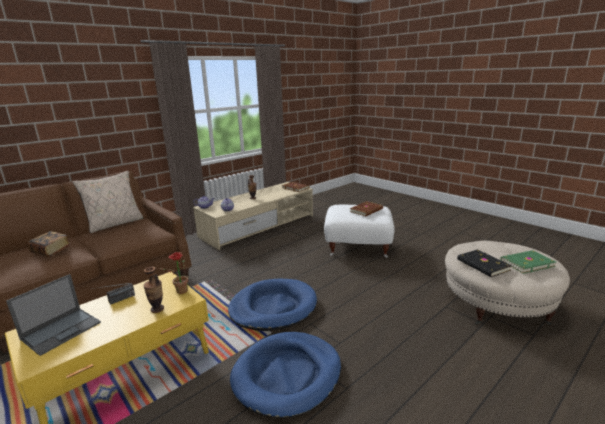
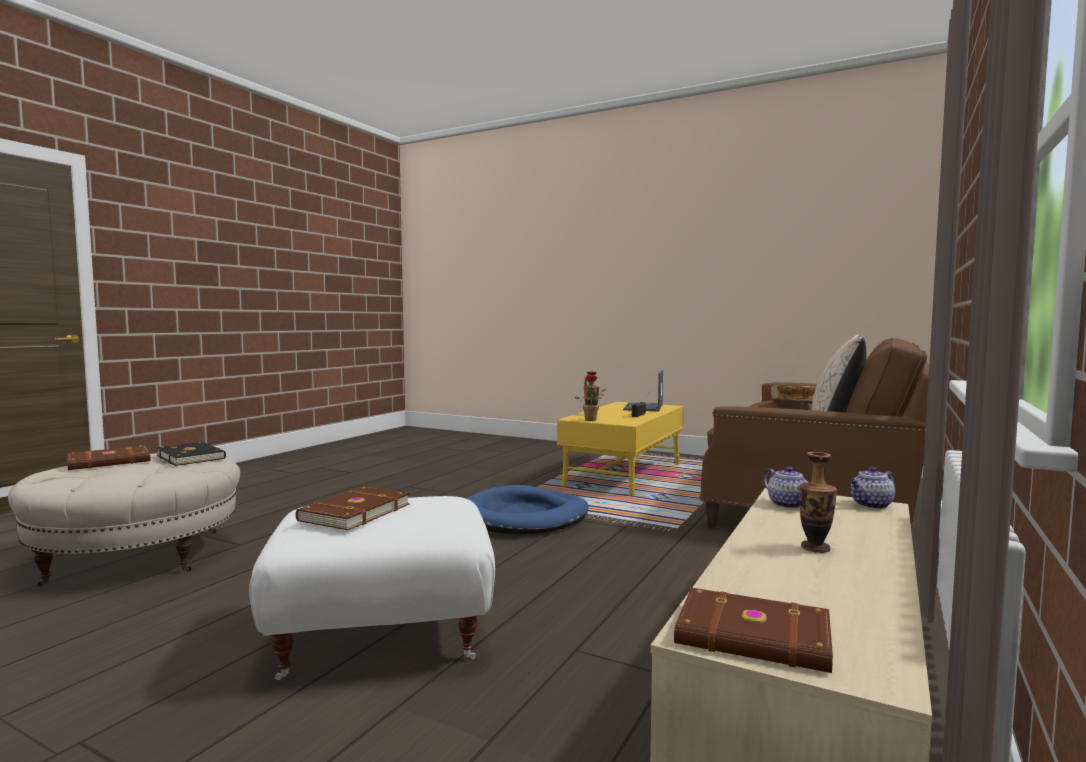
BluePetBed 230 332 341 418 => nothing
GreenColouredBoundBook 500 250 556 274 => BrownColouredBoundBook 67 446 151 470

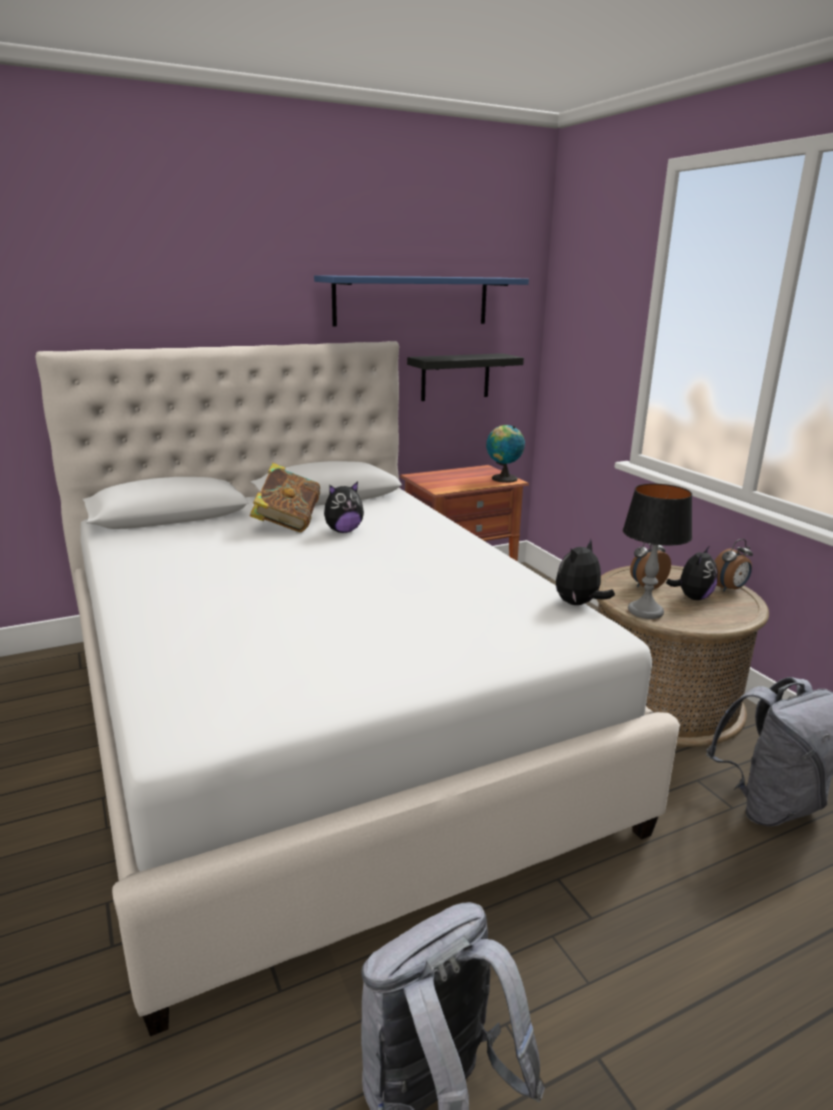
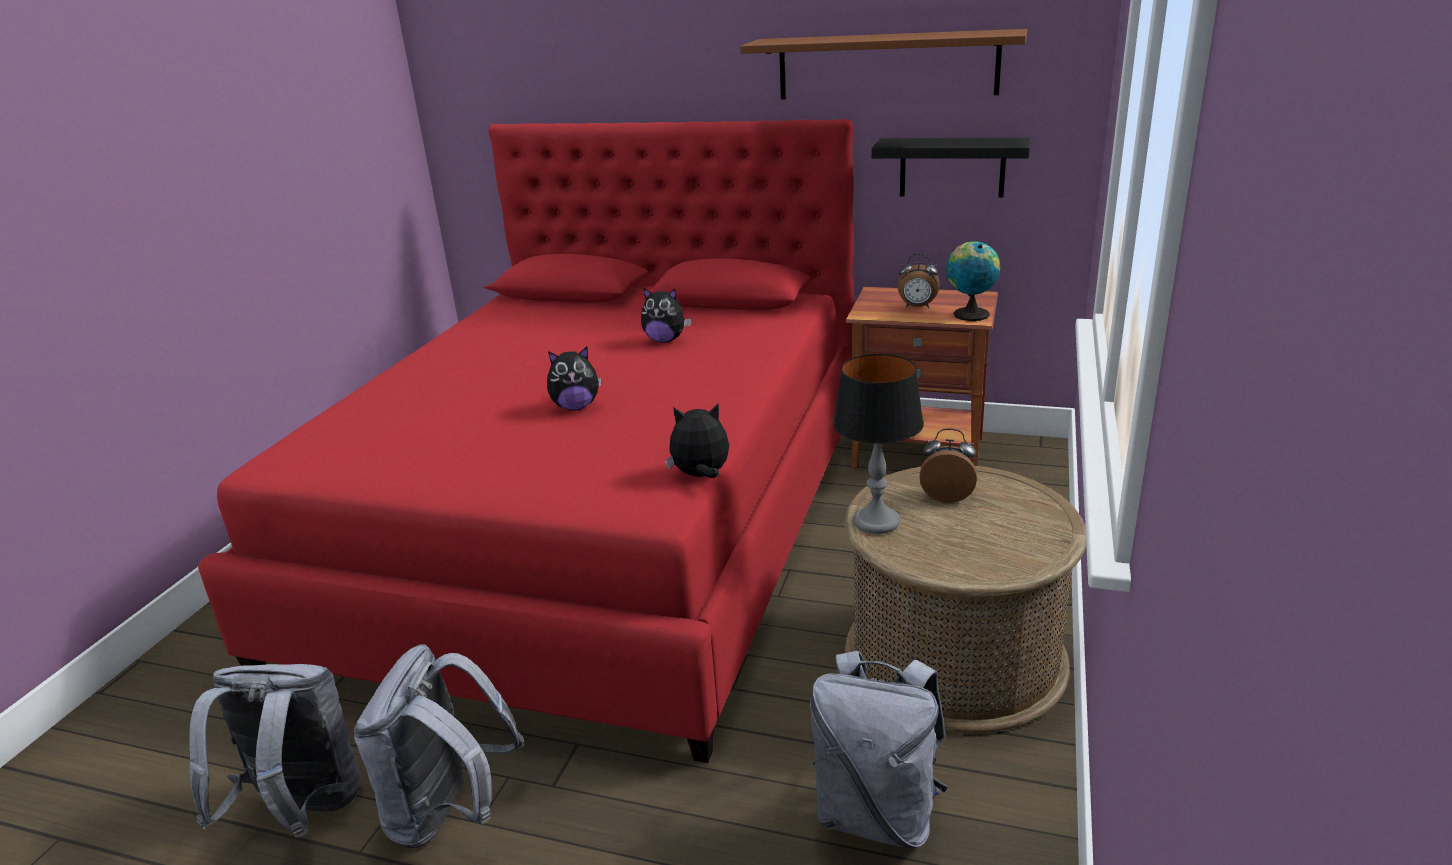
WhiteBedroomBed 36 341 680 1037 => RedBedroomBed 198 119 854 763
BoundBook 250 463 320 532 => nothing
BlueShelf 314 275 529 327 => BrownColouredShelf 740 29 1027 99
CuddlyToy 666 546 718 600 => CuddlyToy 547 347 602 410, moved
AlarmClock 715 539 753 592 => AlarmClock 897 254 940 308, moved
nothing => GreyishBackpack 354 644 524 849

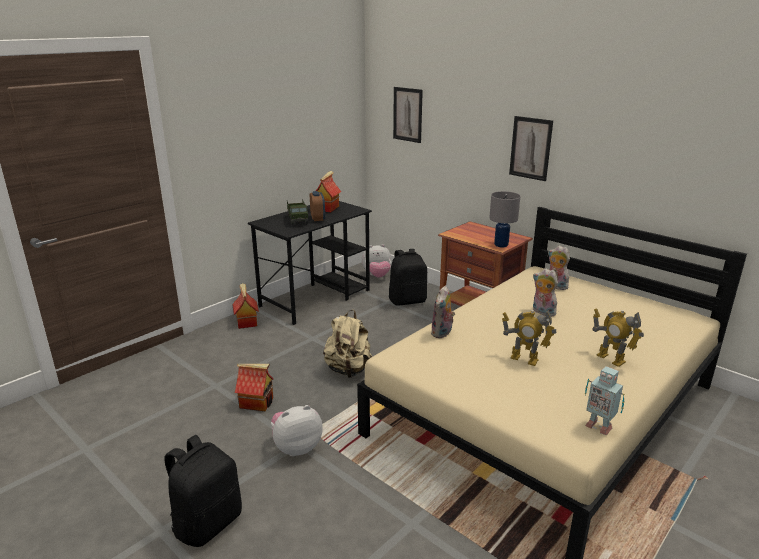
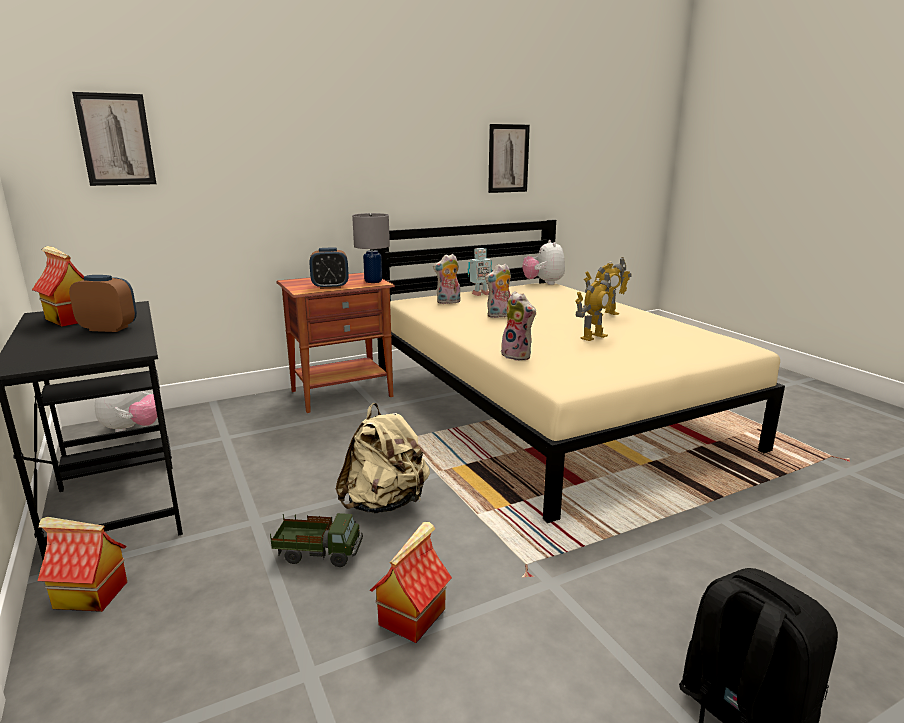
CuddlyToy 271 405 322 457 => CuddlyToy 522 240 565 285, moved
ToyTruck 287 199 309 225 => ToyTruck 270 513 363 567, moved
BlackishBackpack 389 249 427 306 => nothing
WallArt 509 116 553 181 => WallArt 488 124 530 193, moved
RobotFigure 585 366 625 435 => RobotFigure 468 248 492 296, moved
nothing => AlarmClock 310 248 349 289

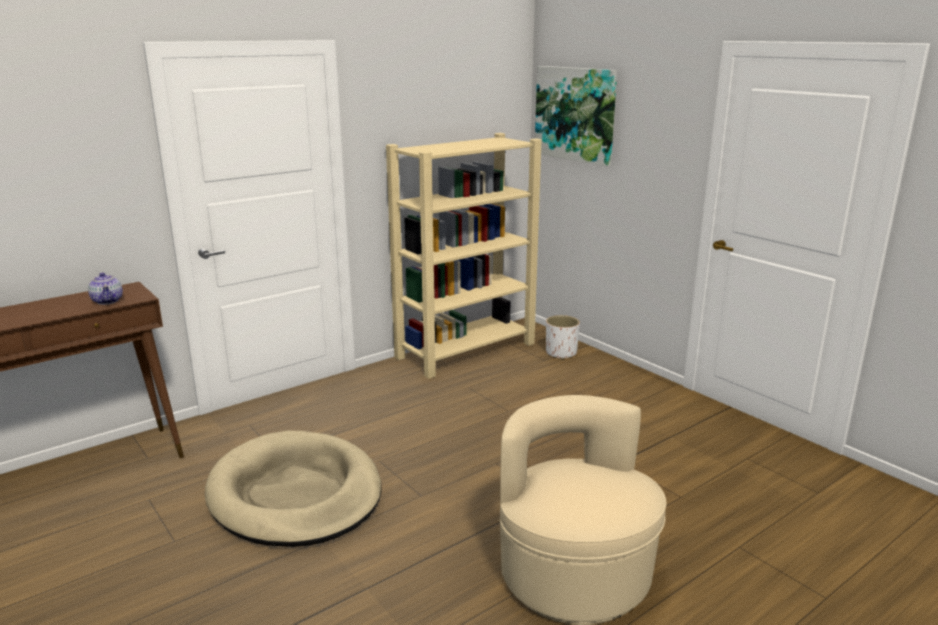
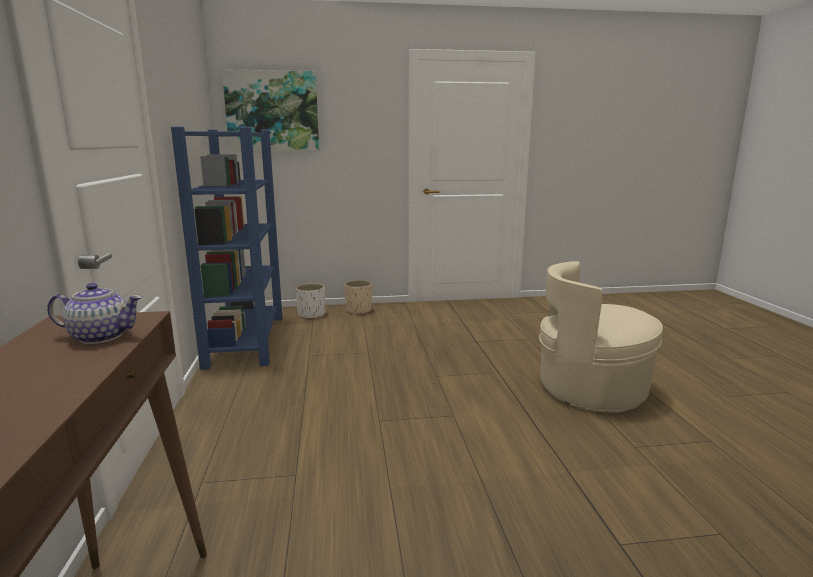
BeigeColouredPetBed 205 430 381 547 => nothing
BeigeColouredBookcase 386 133 542 379 => BlueBookcase 171 126 283 370
nothing => BeigeColouredPlantPot 344 280 372 315

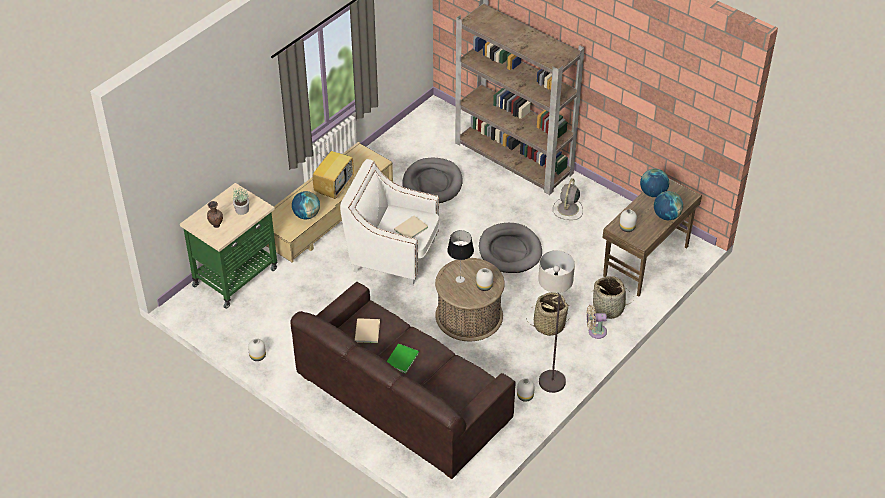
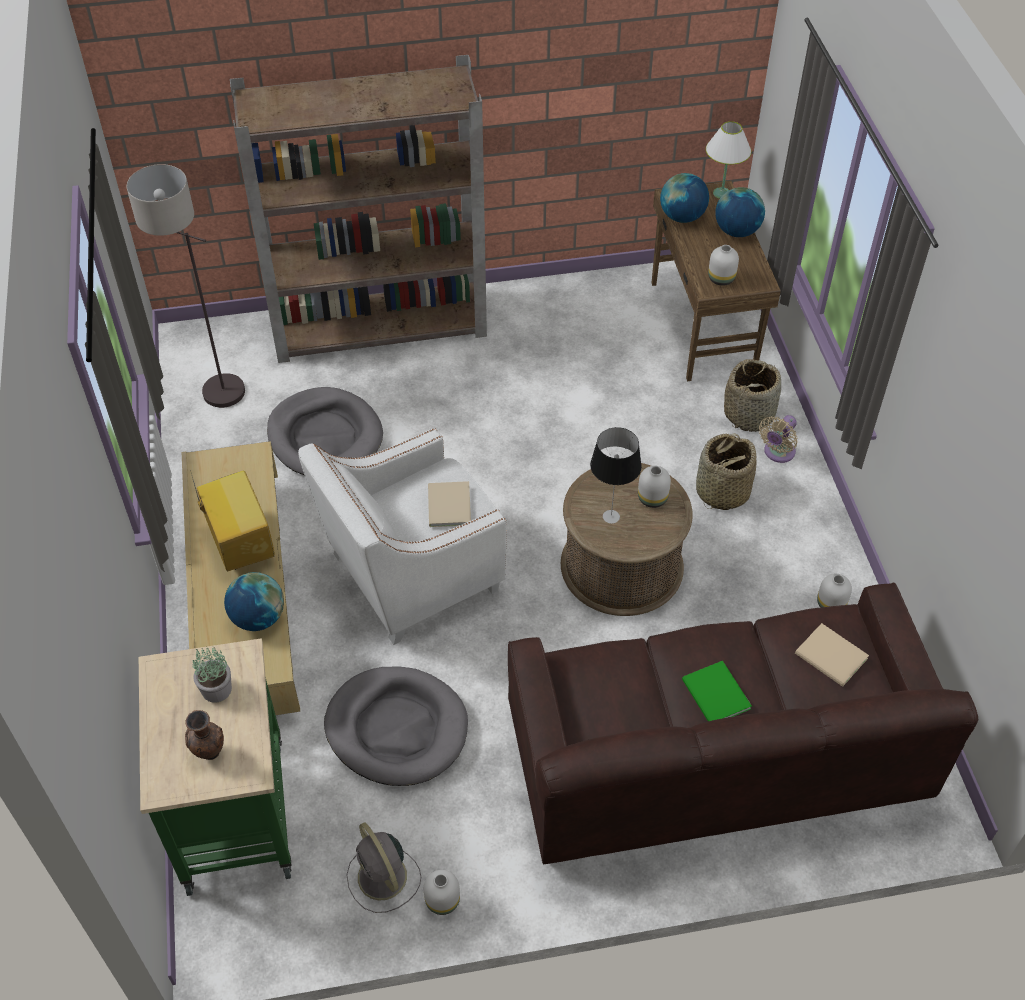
BeigeColouredBoundBook 355 318 380 343 => BeigeColouredBoundBook 795 623 869 687, moved
GreyishPetBed 479 223 542 273 => GreyishPetBed 324 666 468 786, moved
GreyishFloorLamp 538 250 575 393 => GreyishFloorLamp 127 164 245 408, moved
GreyishFan 553 178 583 220 => GreyishFan 347 822 421 913, moved
nothing => WhiteTabletopLamp 706 121 751 199

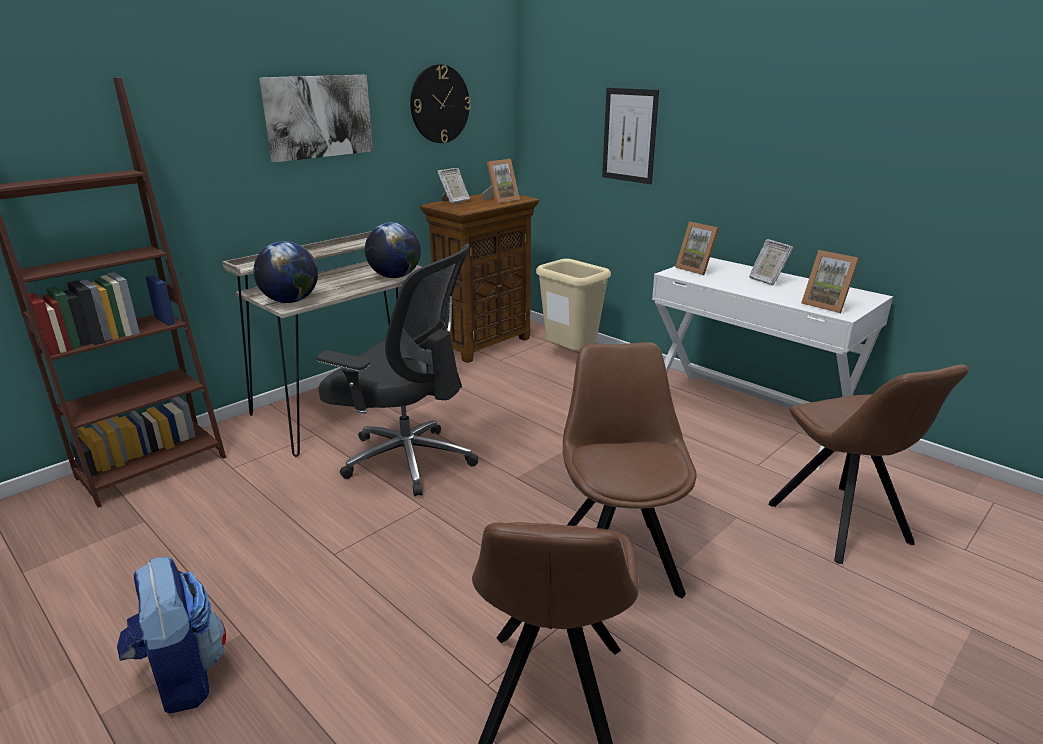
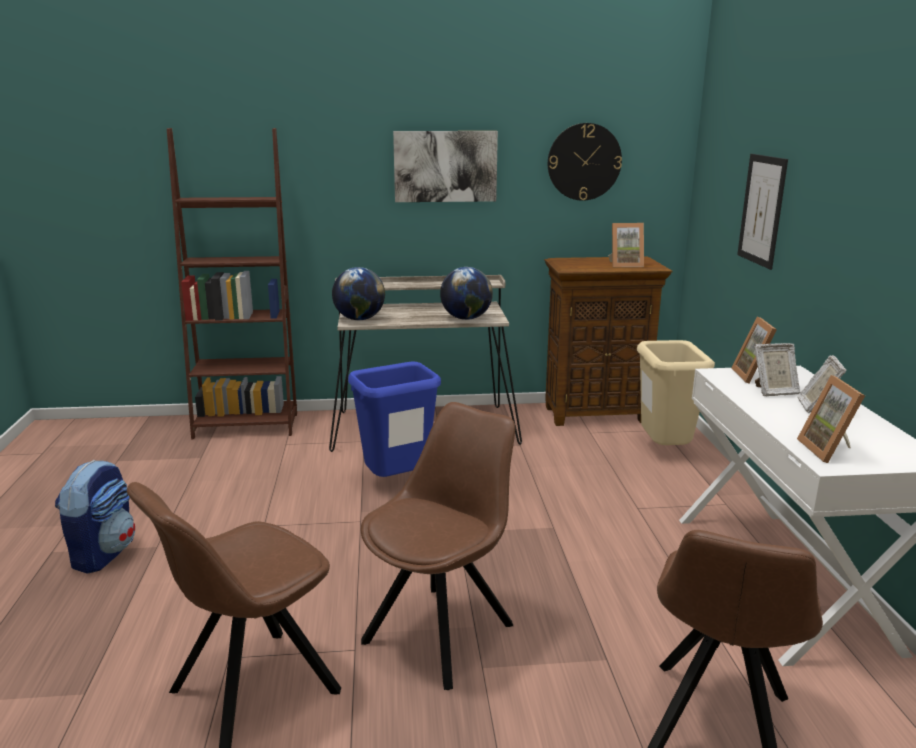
OfficeChair 316 244 478 496 => BlueWasteBin 348 362 441 477
PictureFrame 437 168 470 204 => PictureFrame 754 343 800 396, moved

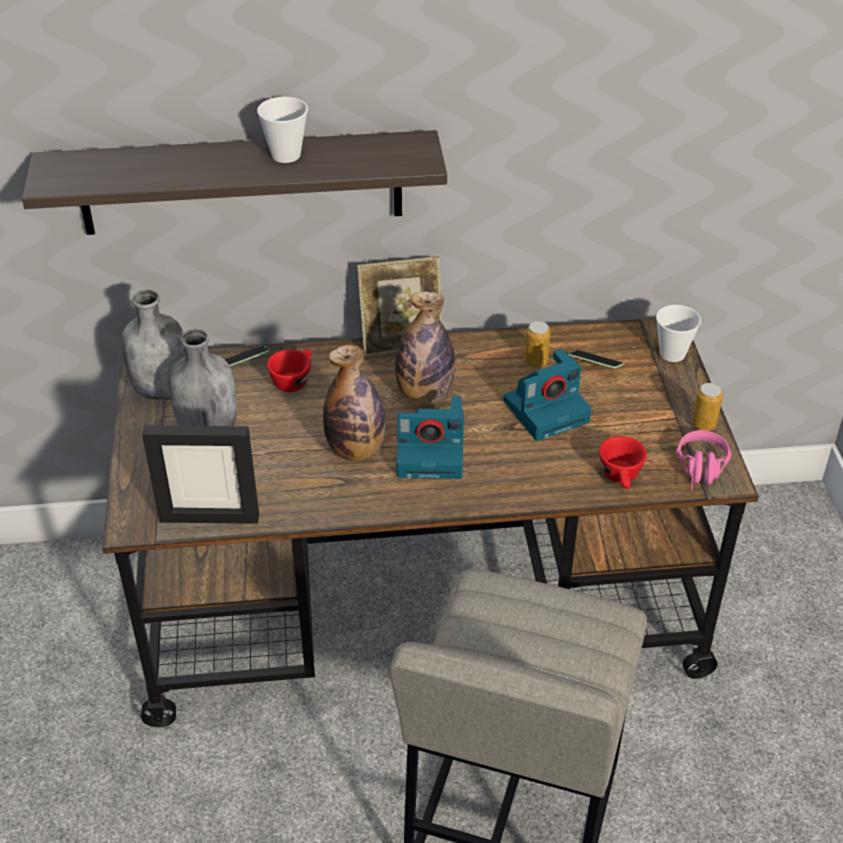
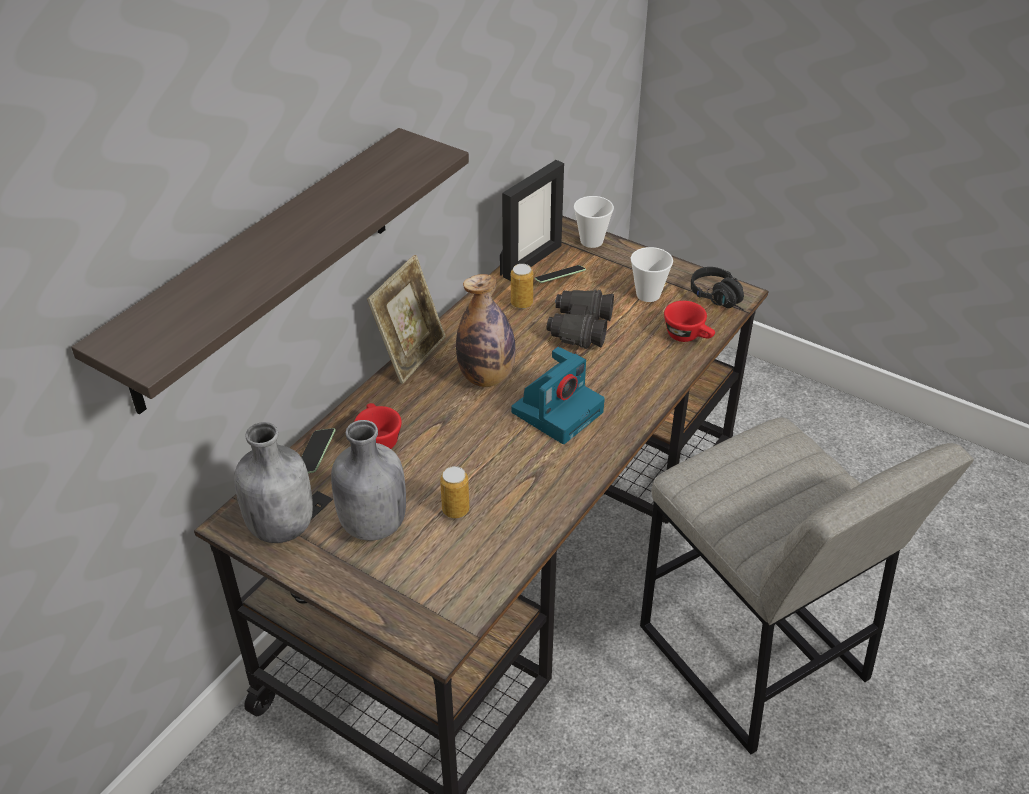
PictureFrame 142 425 259 524 => PictureFrame 500 160 564 281, moved
SmallCup 257 97 308 163 => SmallCup 631 247 673 302, moved
DrinkBottle 323 345 386 461 => nothing
StillCamera 503 349 591 441 => BlackishPairOfBinoculars 547 290 614 349
PinkHeadphones 676 430 731 491 => BlackishHeadphones 691 267 744 311
Can 692 383 723 431 => Can 440 466 469 518, moved

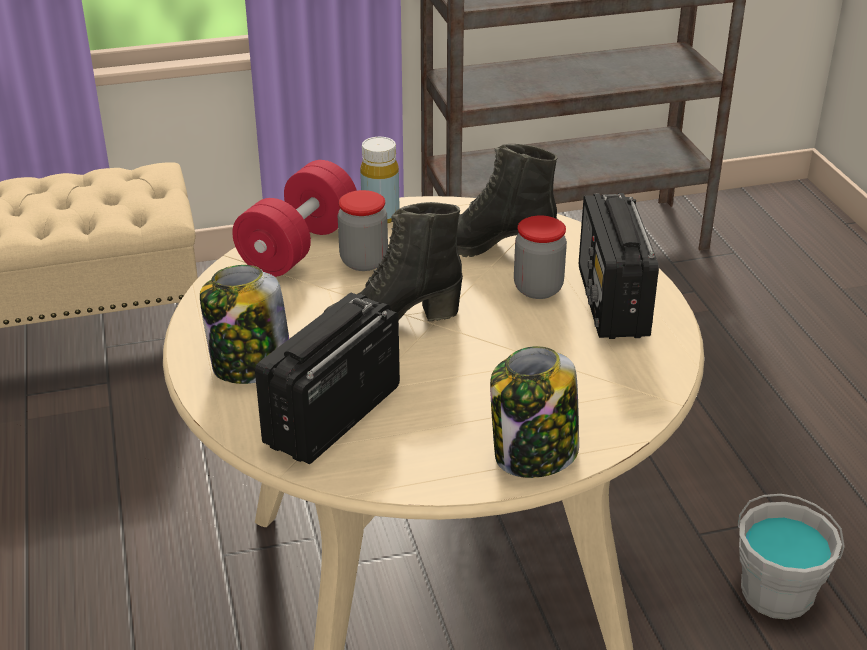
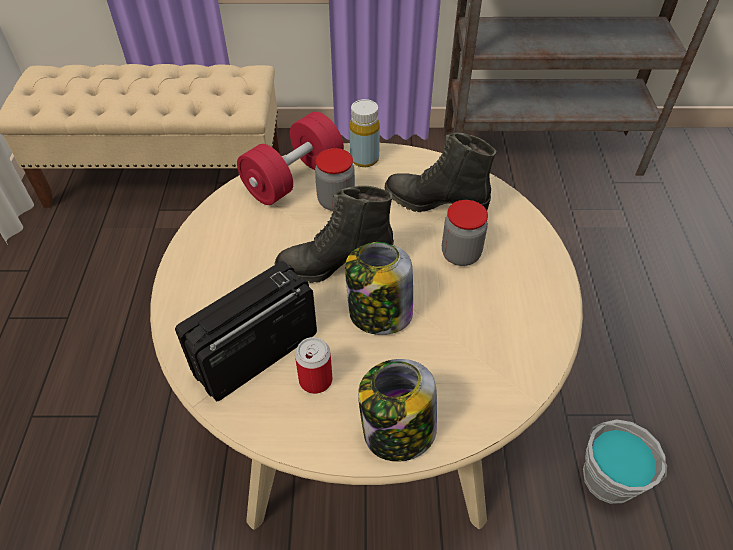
Jar 200 265 289 384 => Jar 345 242 413 335, moved
RadioSet 579 193 659 339 => nothing
nothing => Can 295 337 332 394

